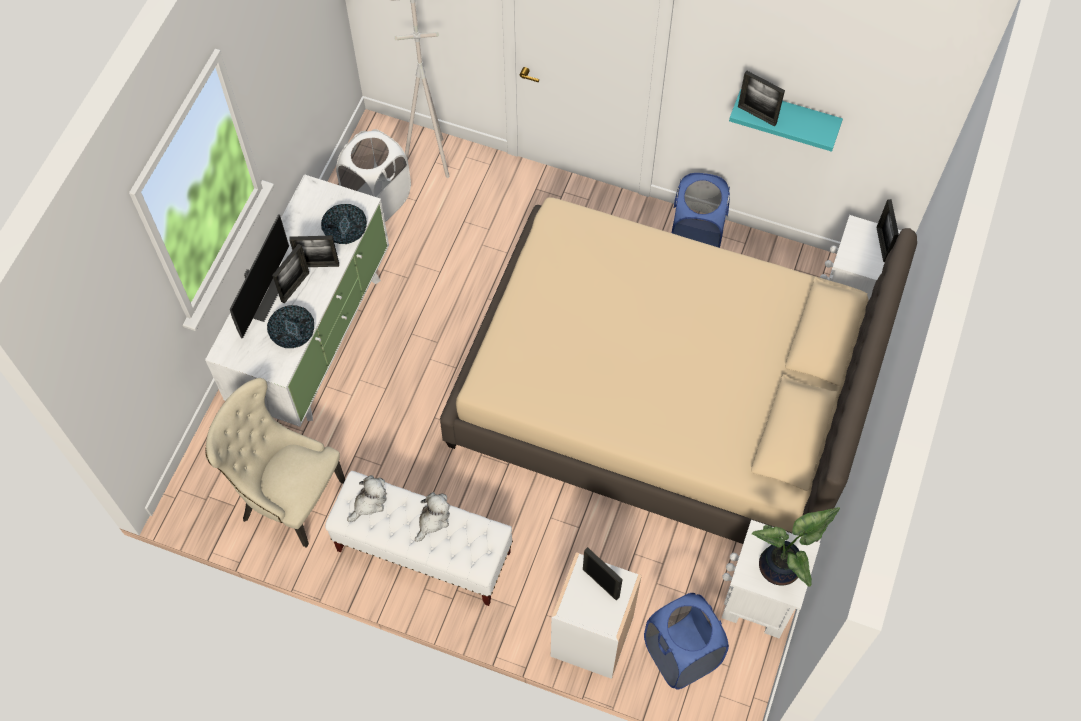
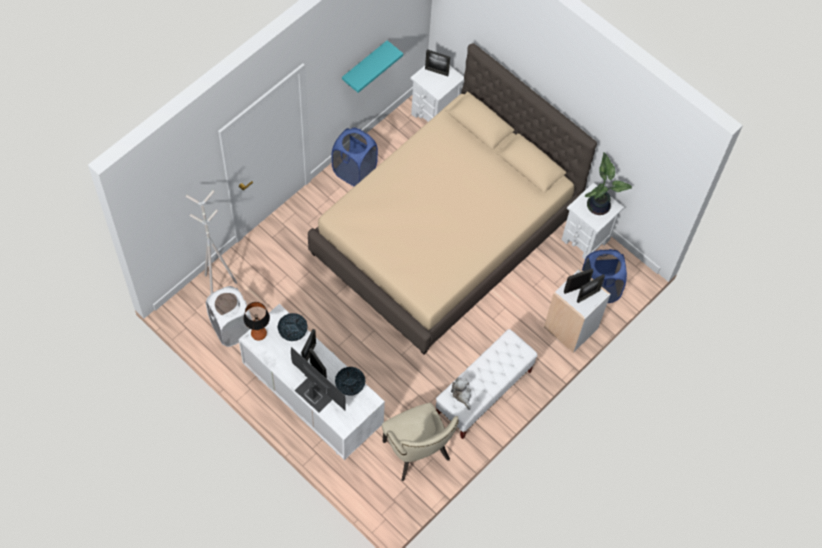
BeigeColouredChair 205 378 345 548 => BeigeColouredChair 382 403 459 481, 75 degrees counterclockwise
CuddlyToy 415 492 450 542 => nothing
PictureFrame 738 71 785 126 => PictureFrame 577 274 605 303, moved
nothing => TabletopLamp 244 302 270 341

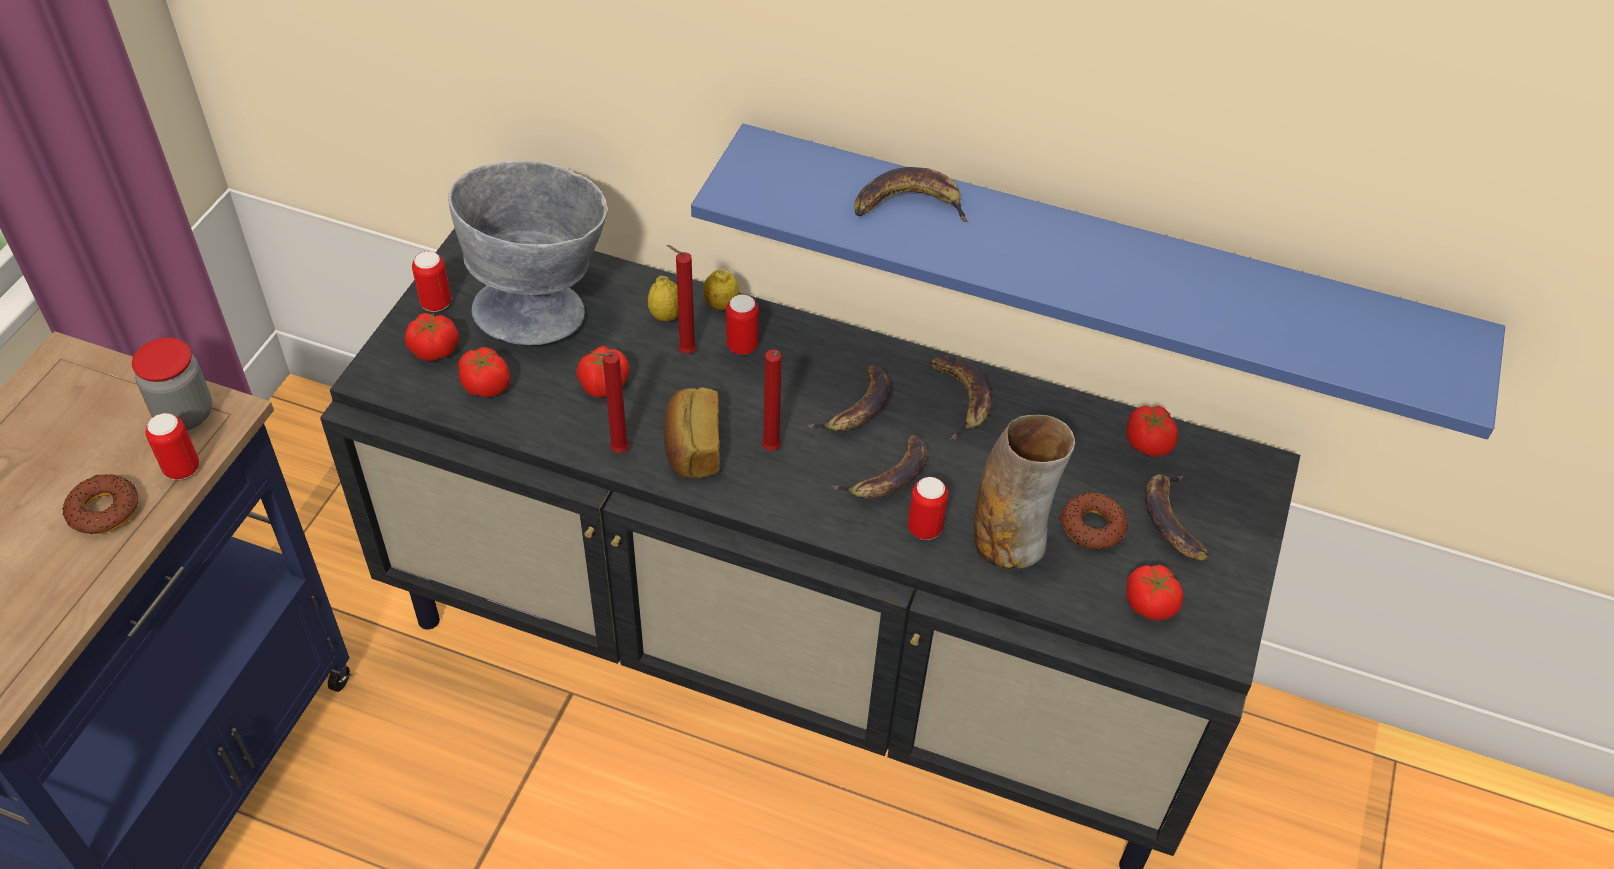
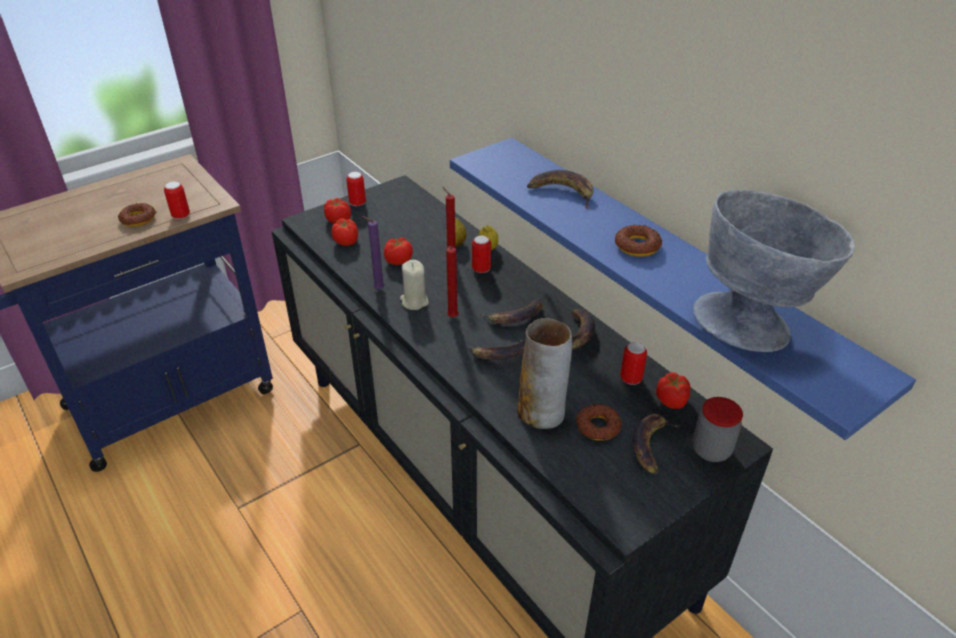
Jar 132 338 212 430 => Jar 693 397 743 462, moved
GreyishDeepDish 448 161 607 345 => GreyishDeepDish 693 190 855 352, moved
RedWaxCandle 597 351 629 453 => PurpleWaxCandle 362 216 385 290
BakedBread 664 387 719 478 => BeigeColouredWaxCandle 400 260 429 310
Can 908 477 948 540 => Can 620 342 647 385, moved
Tomato 1126 565 1183 621 => nothing
nothing => RingDoughnut 615 224 662 257

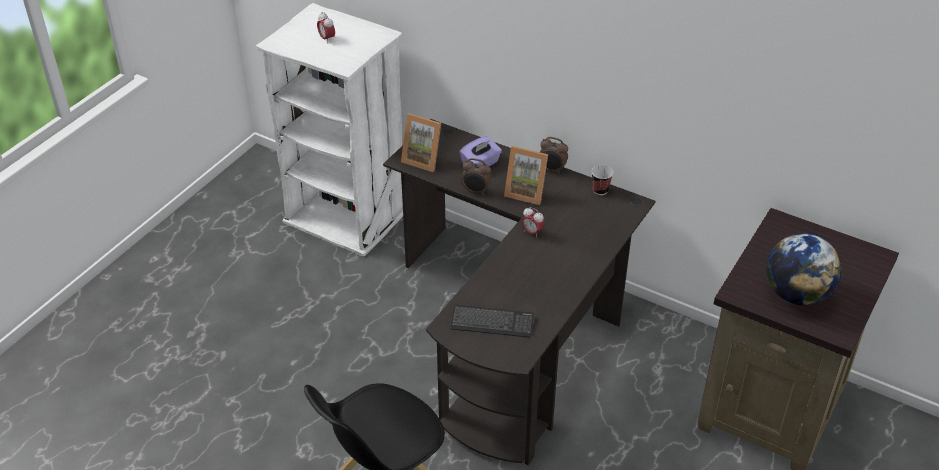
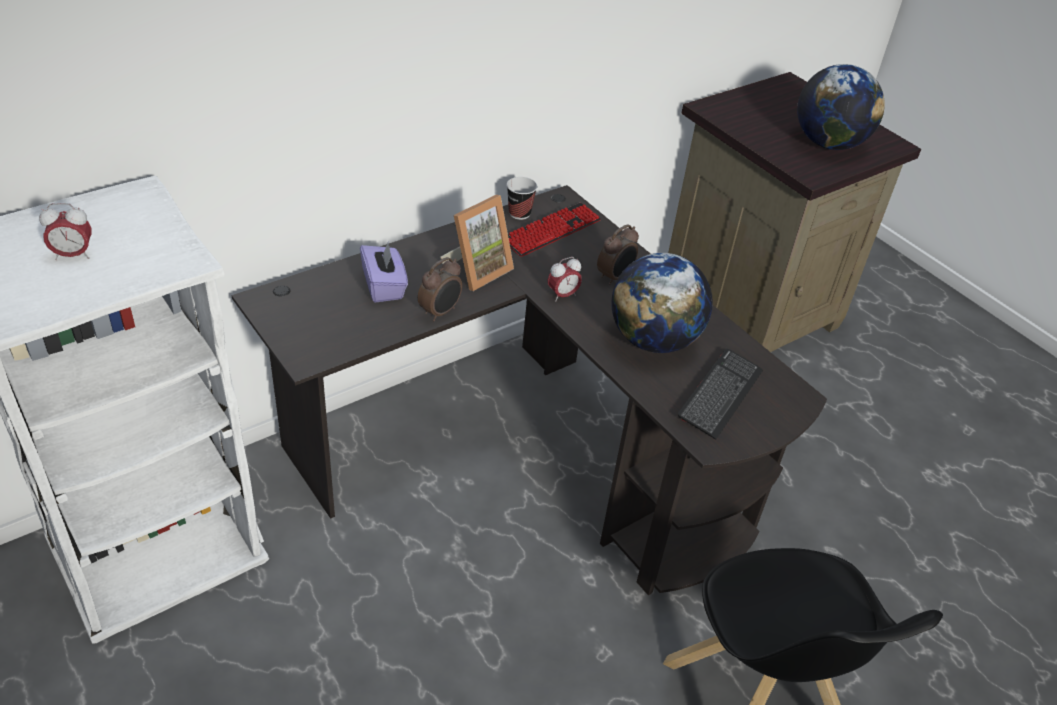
PictureFrame 401 114 441 172 => nothing
AlarmClock 540 137 568 174 => AlarmClock 597 224 639 285, moved
nothing => Keyboard 508 203 601 257
nothing => DeskGlobe 611 253 713 353

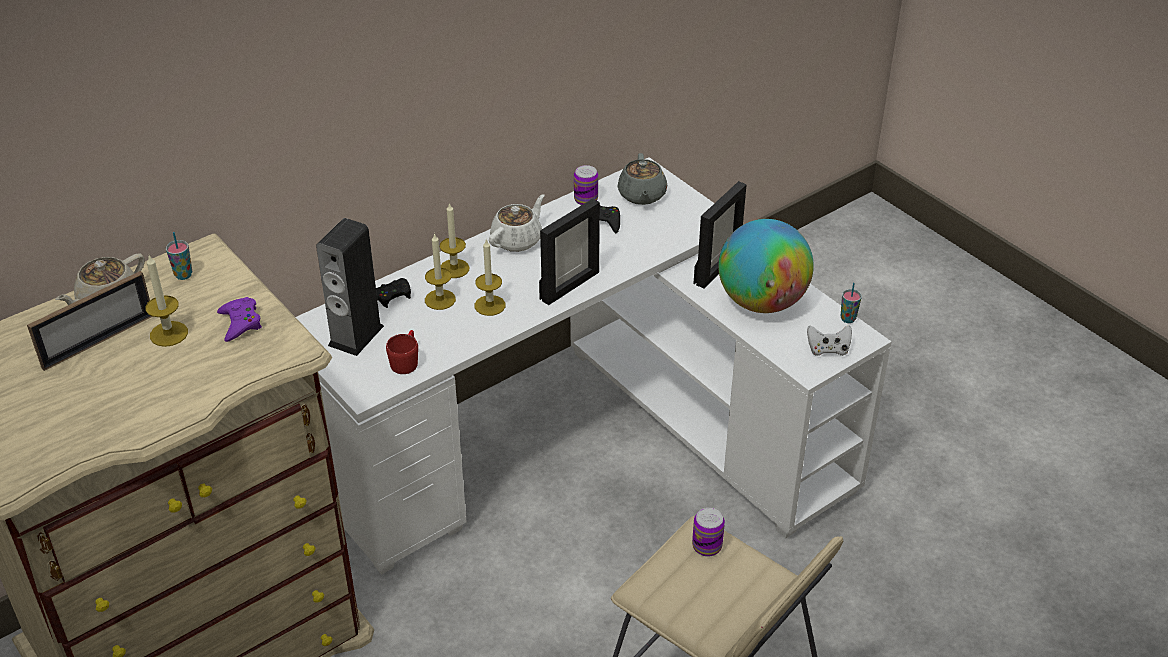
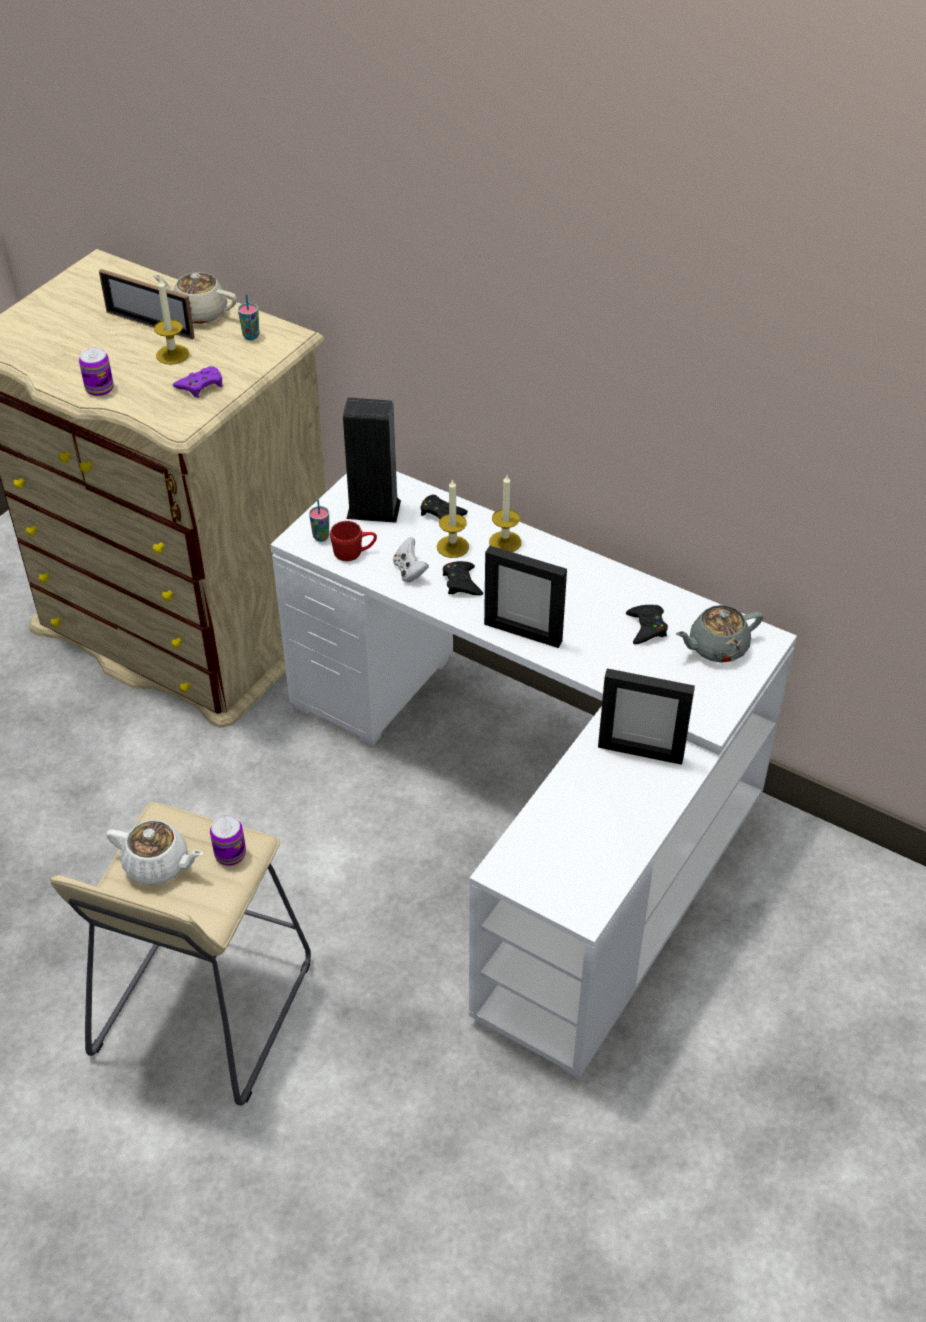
WaxCandle 475 239 505 316 => BlackishJoypad 443 561 483 596
WhiteTeapot 489 194 545 252 => WhiteTeapot 106 820 203 885, moved
Can 574 165 598 205 => Can 79 348 114 396, moved
DeskGlobe 718 219 814 313 => nothing
WhiteJoypad 807 325 852 356 => WhiteJoypad 393 537 429 583, moved
SmallCup 841 283 862 323 => SmallCup 309 500 329 542, moved

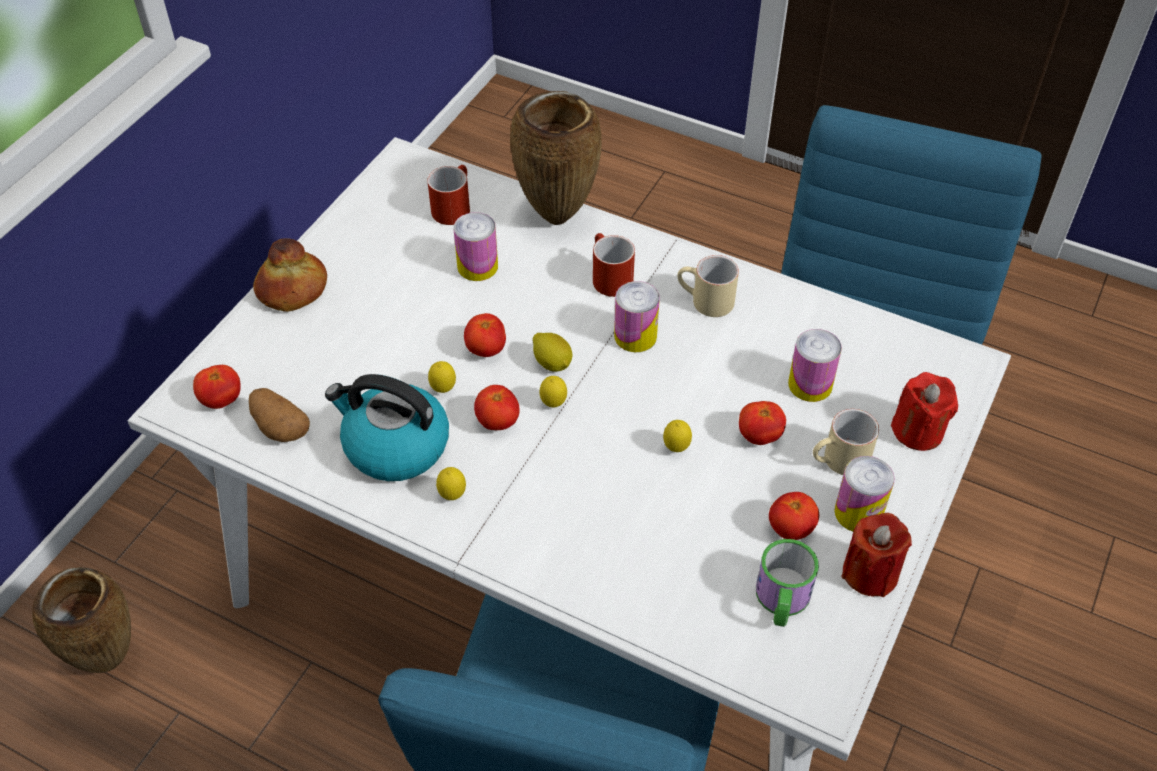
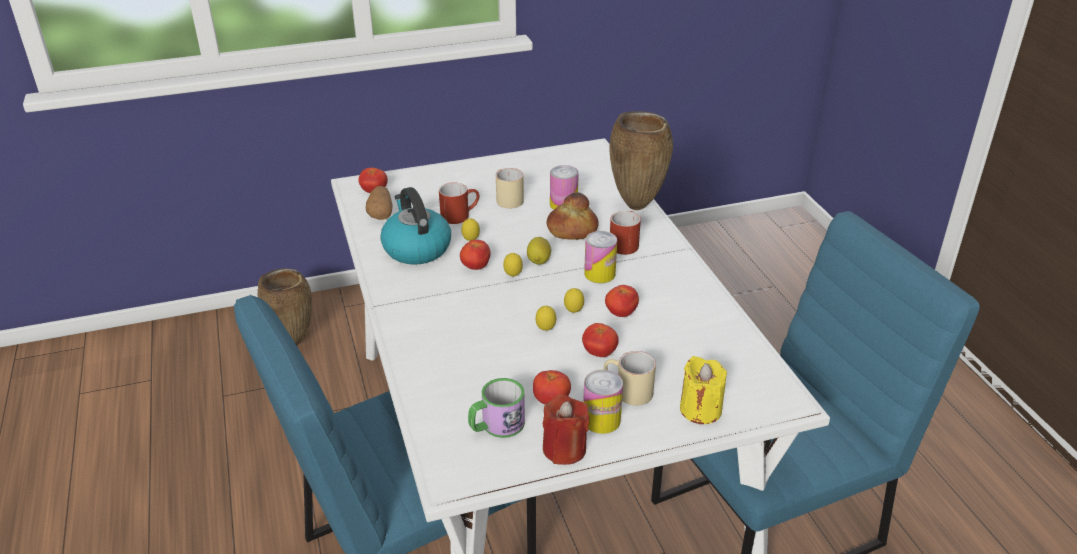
BakedBread 253 238 327 312 => BakedBread 547 192 599 240, moved
RedMug 427 165 470 225 => RedMug 439 183 479 224, moved
WholeLemon 436 467 466 500 => WholeLemon 564 288 584 313, moved
Tomato 464 313 506 357 => Tomato 605 285 639 317, moved
BeigeColouredMug 677 255 739 317 => BeigeColouredMug 496 168 524 209, moved
Can 788 329 842 402 => nothing
RedWaxCandle 891 372 958 451 => YellowishWaxCandle 680 356 727 424

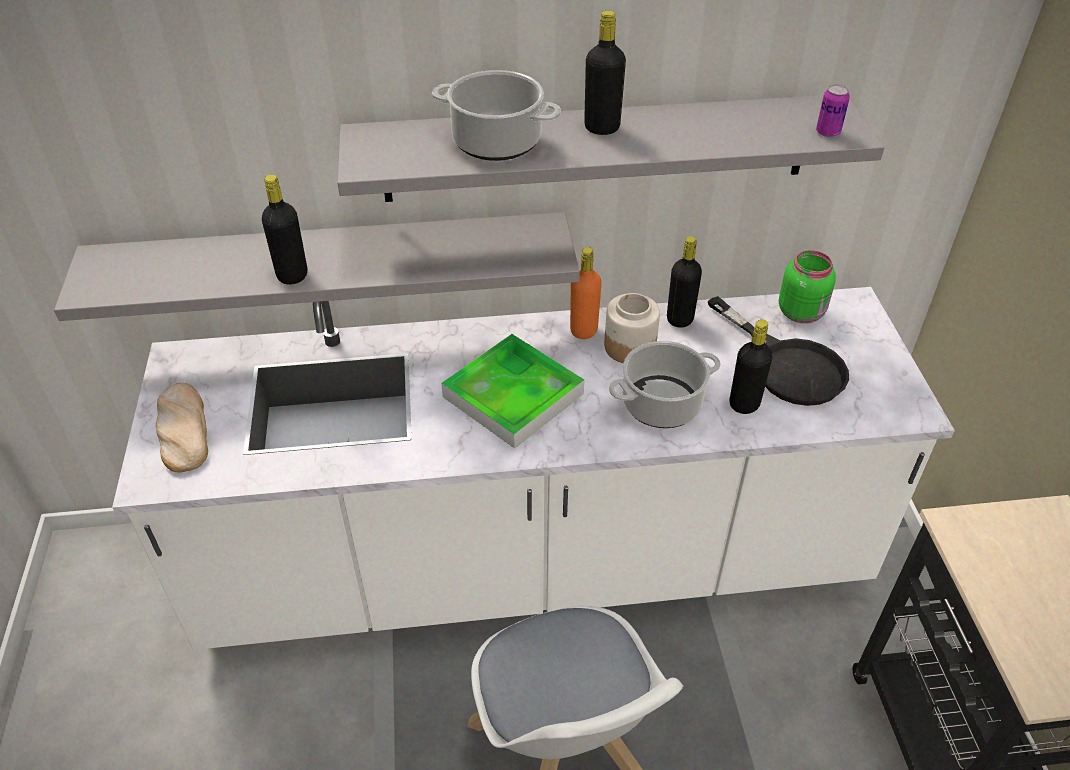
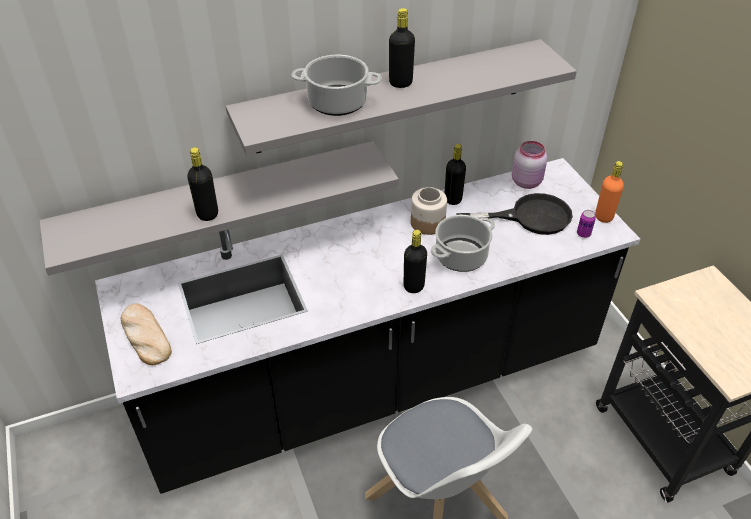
WhiteKitchenBaseUnit 112 287 955 650 => BlackishKitchenBaseUnit 95 158 640 494
ServingTray 441 334 584 448 => nothing
OrangeColouredDrinkBottle 570 247 602 339 => OrangeColouredDrinkBottle 595 161 624 223, moved
BlackishPan 708 296 849 406 => BlackishPan 456 193 573 235, 45 degrees counterclockwise
BlackishDrinkBottle 730 320 773 414 => BlackishDrinkBottle 404 230 427 293, moved
GreenColouredJar 779 250 836 323 => PinkJar 512 141 548 189
Can 816 85 850 137 => Can 577 210 596 238, moved

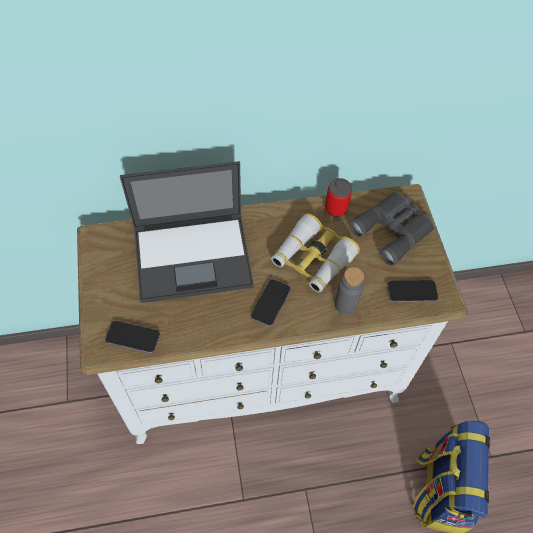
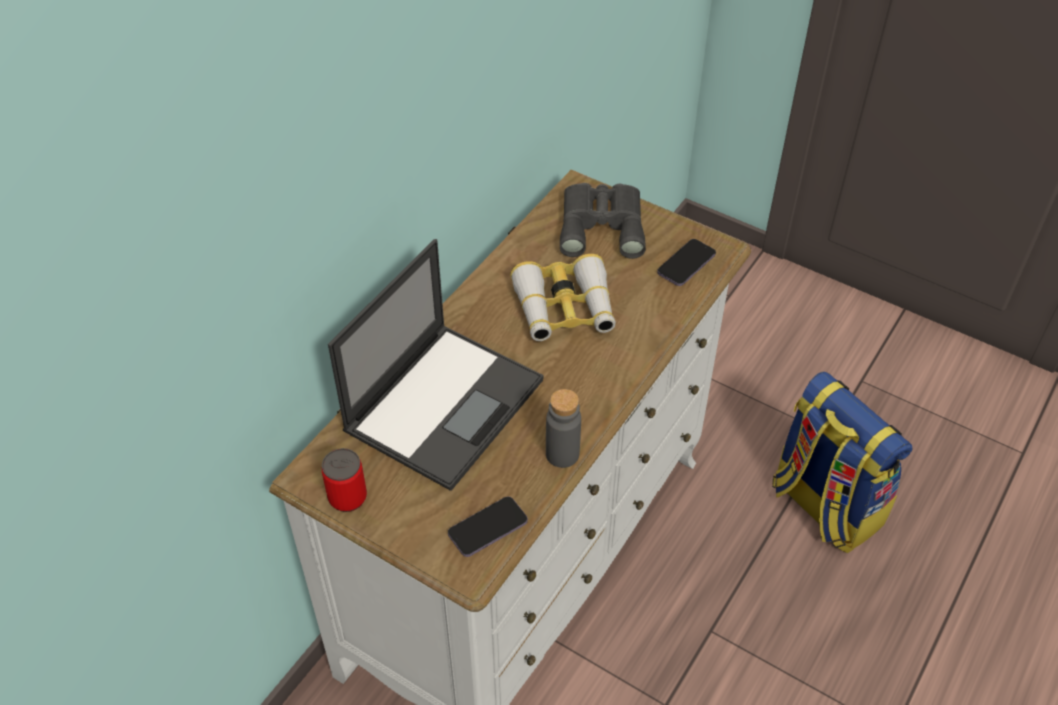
Phone 251 279 291 326 => nothing
Can 325 178 352 217 => Can 322 448 367 512, moved
GreyishDrinkBottle 335 267 364 315 => GreyishDrinkBottle 546 389 581 468, moved

